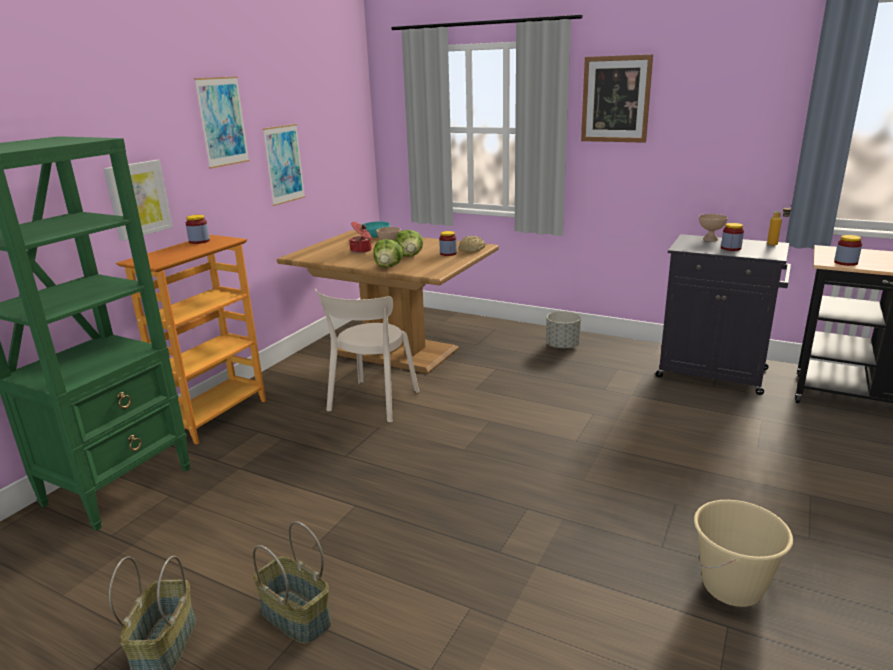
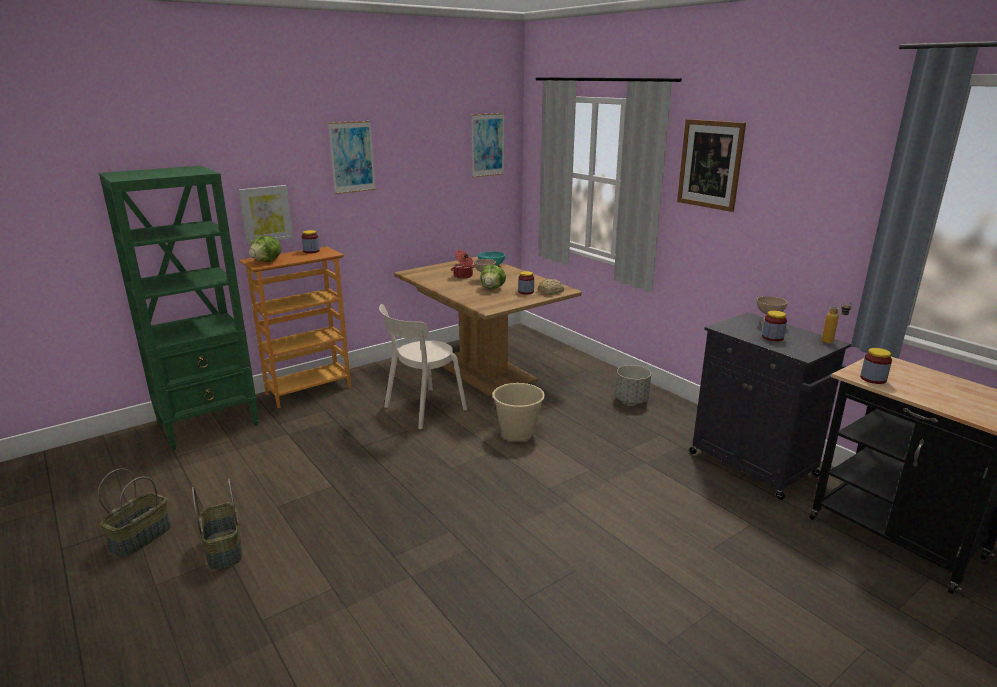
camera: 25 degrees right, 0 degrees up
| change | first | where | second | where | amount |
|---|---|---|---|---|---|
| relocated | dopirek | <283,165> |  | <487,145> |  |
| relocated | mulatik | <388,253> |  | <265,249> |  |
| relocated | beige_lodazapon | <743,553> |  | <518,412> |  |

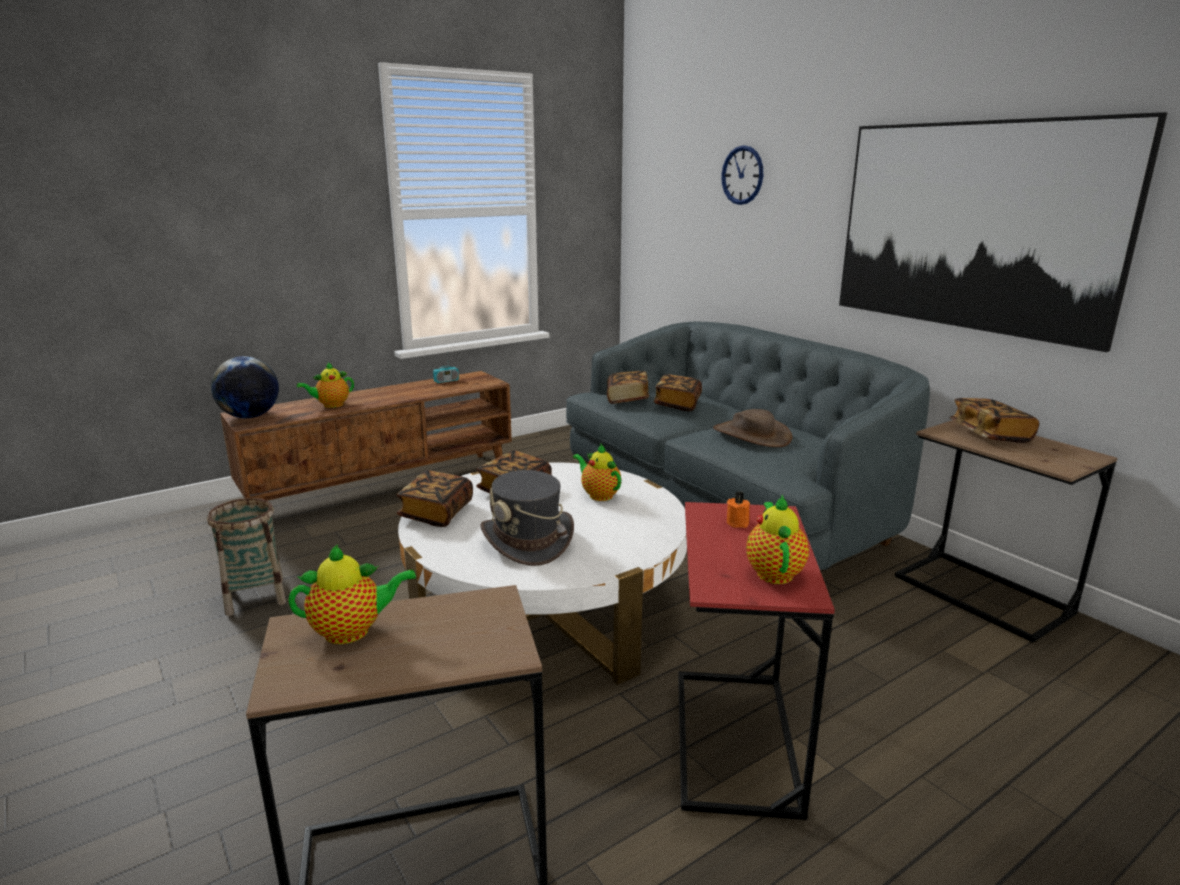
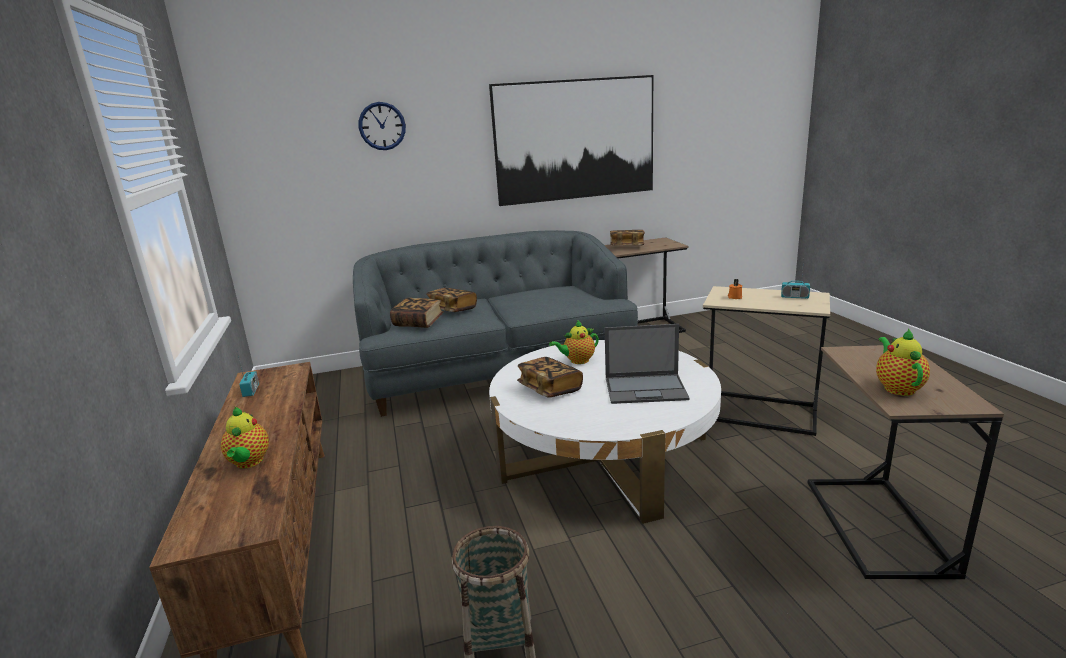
camera: 70 degrees left, 0 degrees up
| change | first | where | second | where | amount |
|---|---|---|---|---|---|
| missing | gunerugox | <245,387> |  |  |  |
| missing | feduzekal | <435,498> |  |  |  |
| exchanged | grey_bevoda | <527,518> | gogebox | <647,364> |  |
| colour | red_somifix | <756,661> | beige_somifix | <766,361> |  |
| missing | brown_bevoda | <752,428> |  |  |  |
| exchanged | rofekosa | <777,539> | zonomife | <795,279> |  |

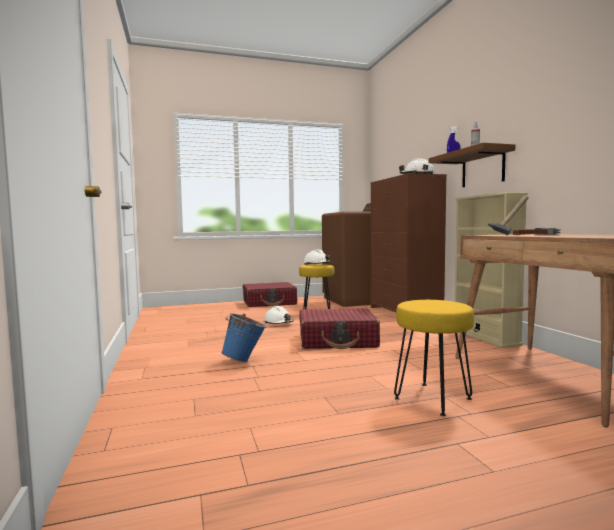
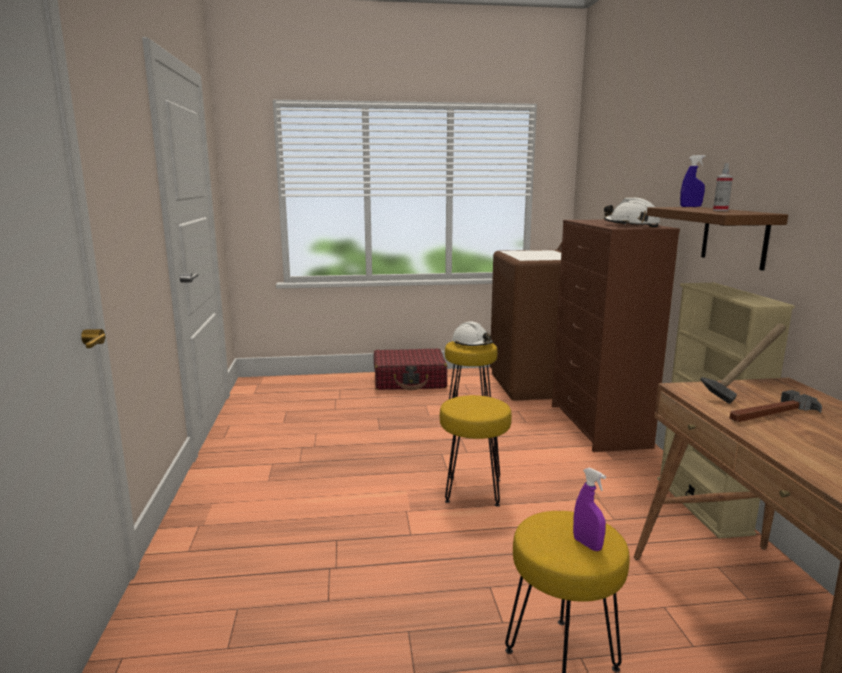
camera: 10 degrees right, 10 degrees up
| change | first | where | second | where | amount |
|---|---|---|---|---|---|
| missing | blue_lodazapon | <244,337> |  |  |  |
| missing | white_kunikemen | <278,315> |  |  |  |
| exchanged | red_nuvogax | <339,328> | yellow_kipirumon | <476,451> |  |
| appeared |  |  | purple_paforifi | <589,509> |  |

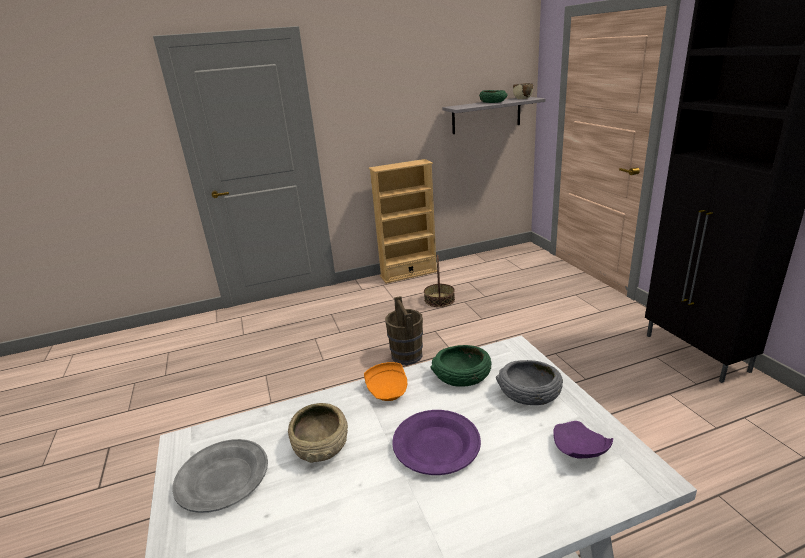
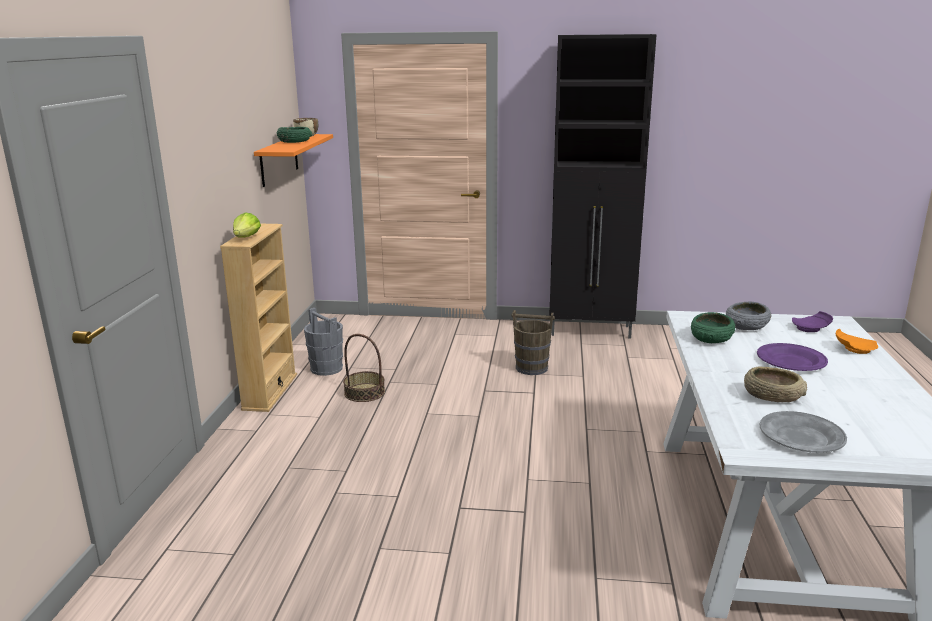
camera: 65 degrees left, 5 degrees down
| change | first | where | second | where | amount |
|---|---|---|---|---|---|
| relocated | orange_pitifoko | <385,381> |  | <857,341> |  |
| relocated | brown_lodazapon | <404,330> |  | <533,342> |  |
| colour | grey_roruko | <493,115> | orange_roruko | <293,160> |  |
| appeared |  |  | mulatik | <247,225> |  |
| appeared |  |  | grey_lodazapon | <323,342> |  |

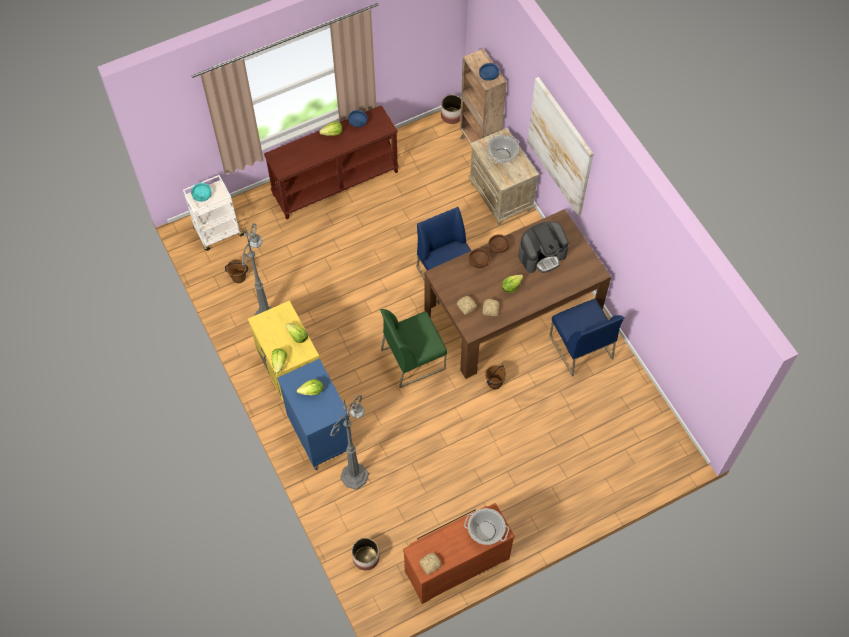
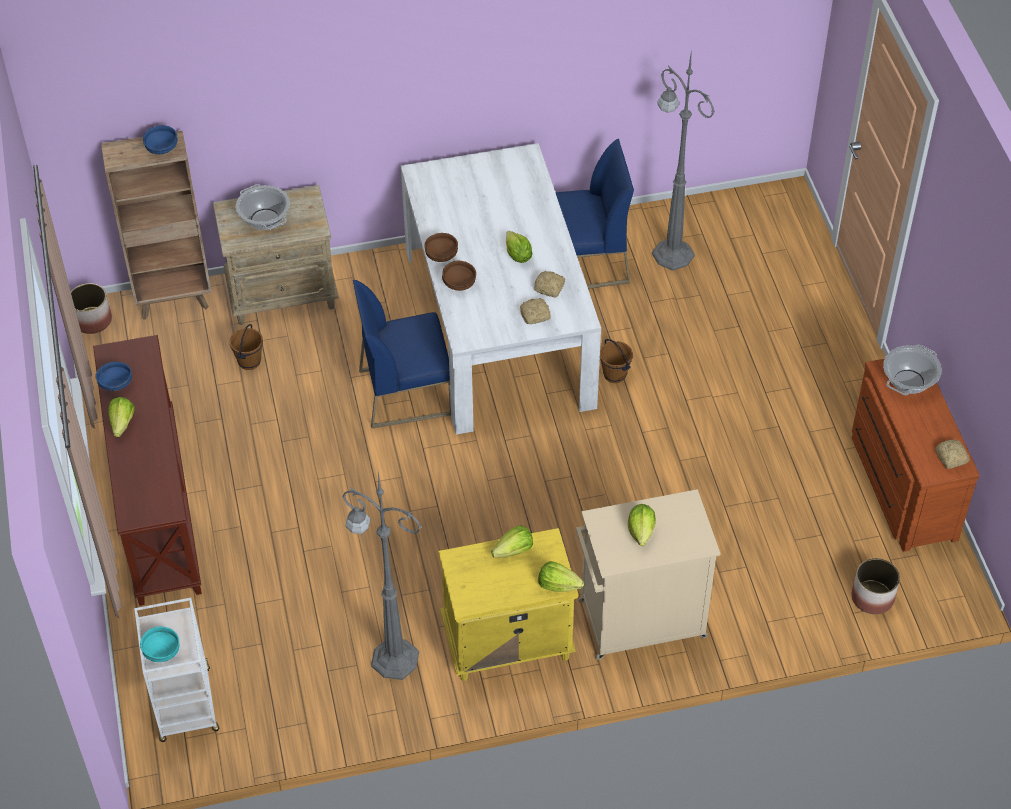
camera: 75 degrees left, 10 degrees down
| change | first | where | second | where | amount |
|---|---|---|---|---|---|
| relocated | brown_lodazapon | <236,271> |  | <246,347> |  |
| colour | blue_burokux | <314,414> | beige_burokux | <648,574> |  |
| relocated | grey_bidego | <349,442> |  | <683,159> |  |
| missing | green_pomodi | <413,348> |  |  |  |
| colour | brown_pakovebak | <517,294> | white_pakovebak | <501,289> |  |
| missing | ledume | <543,247> |  |  |  |
| missing | dopirek | <560,146> |  |  |  |

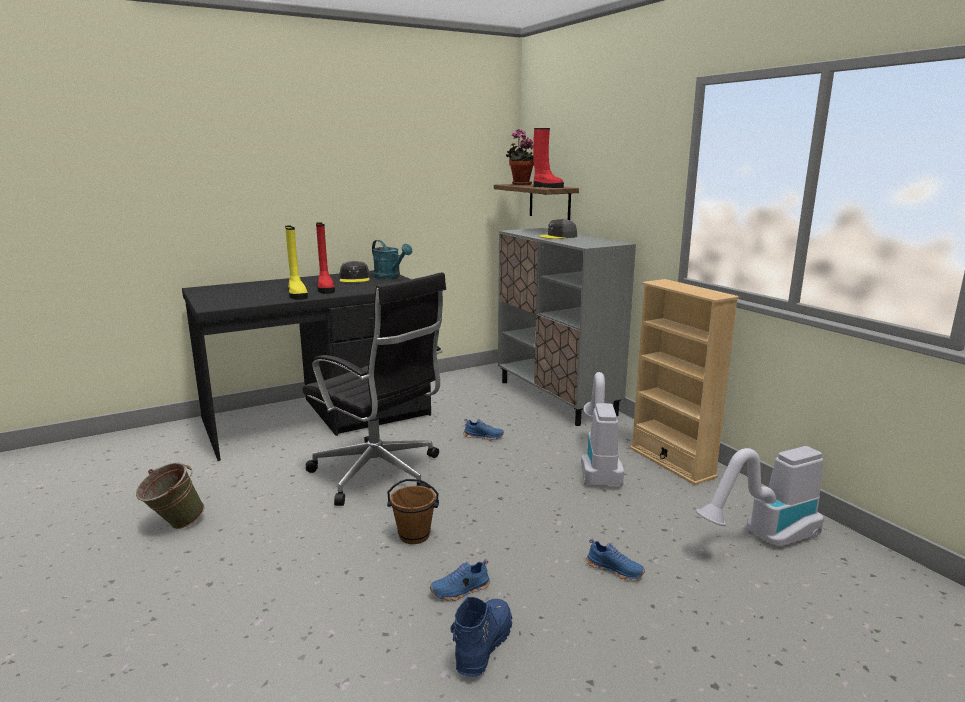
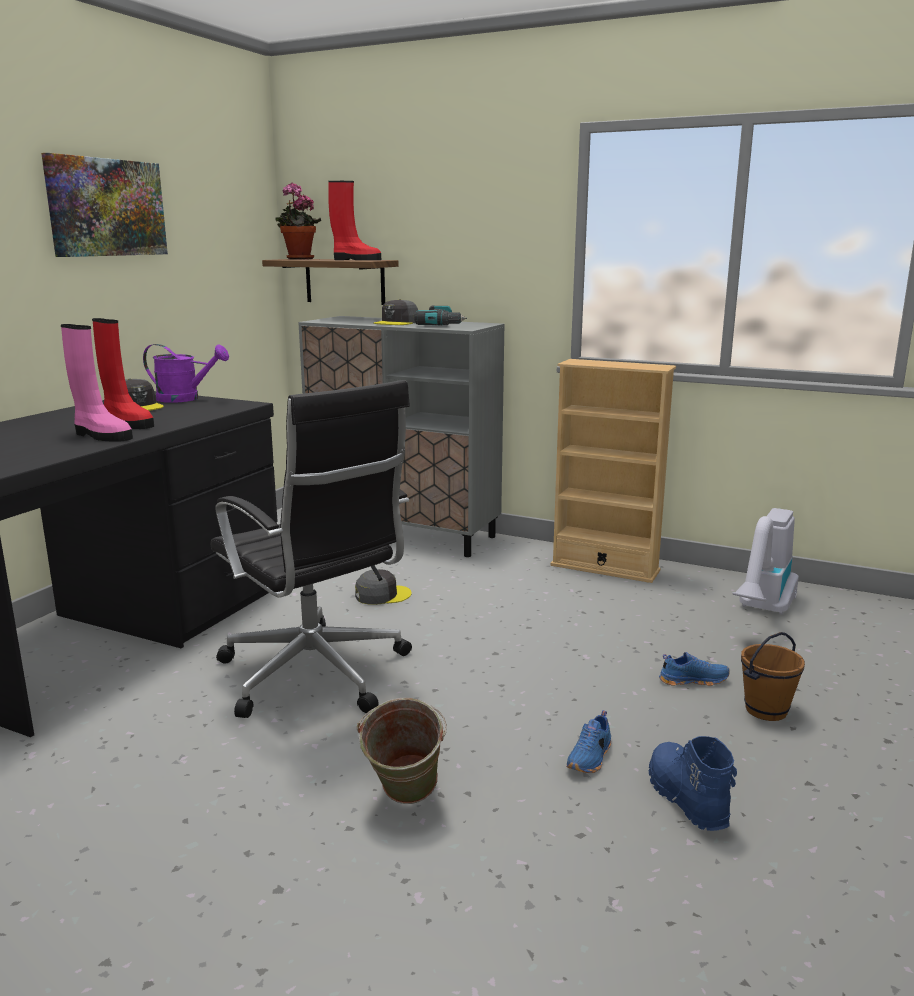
camera: 35 degrees left, 0 degrees up
| change | first | where | second | where | amount |
|---|---|---|---|---|---|
| relocated | green_lodazapon | <170,495> |  | <402,751> |  |
| colour | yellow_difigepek | <296,262> | pink_difigepek | <97,383> |  |
| spun | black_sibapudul | <374,389> |  | <311,549> | 45 degrees clockwise |
| colour | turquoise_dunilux | <392,259> | purple_dunilux | <186,373> |  |
| relocated | brown_lodazapon | <413,511> |  | <773,676> |  |
| exchanged | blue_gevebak | <483,429> | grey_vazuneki | <383,587> |  |
| missing | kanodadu | <602,429> |  |  |  |
| appeared |  |  | dopirek | <104,205> |  |
| appeared |  |  | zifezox | <440,315> |  |

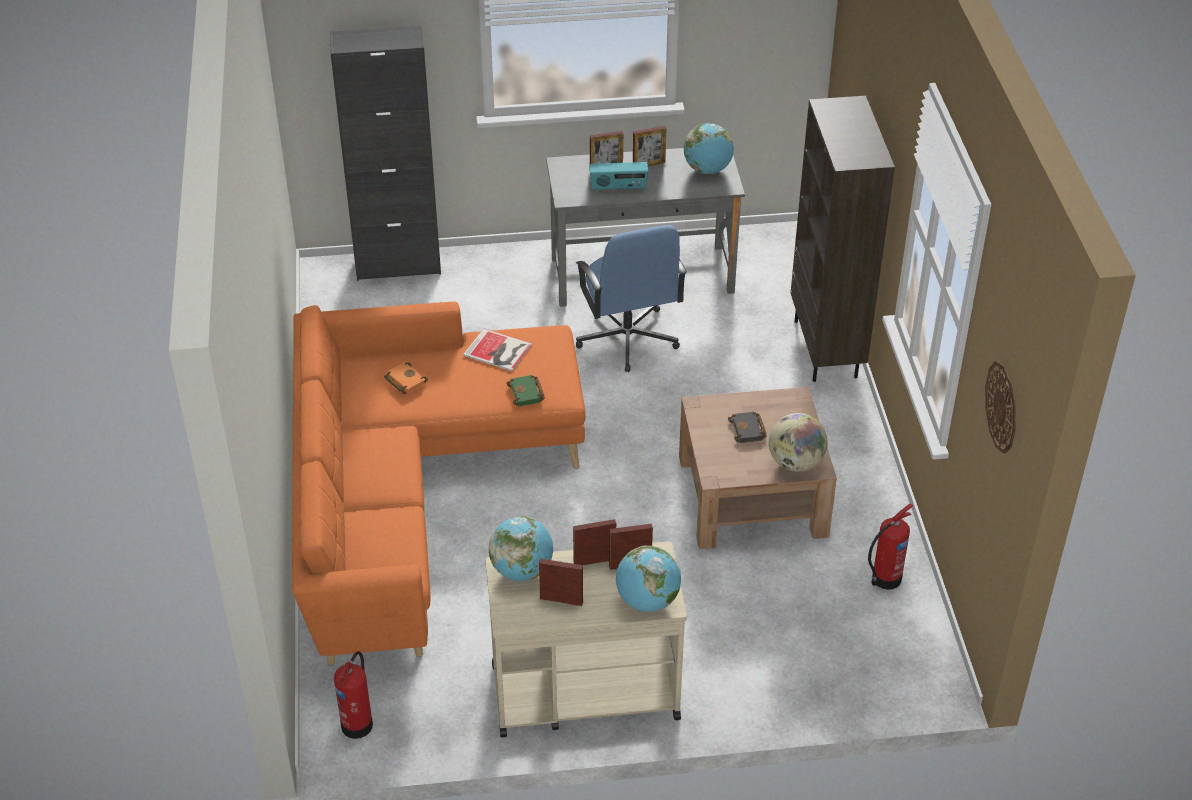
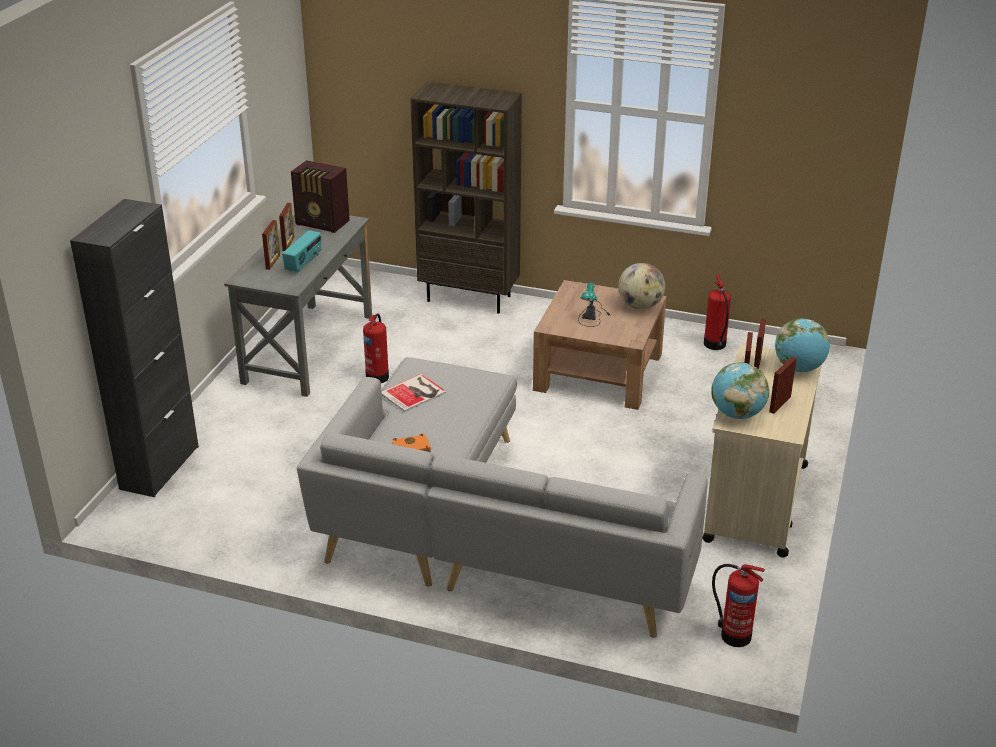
camera: 65 degrees left, 10 degrees down
| change | first | where | second | where | amount |
|---|---|---|---|---|---|
| colour | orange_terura | <439,483> | grey_terura | <502,497> |  |
| missing | green_feduzekal | <526,390> |  |  |  |
| exchanged | blue_sibapudul | <631,298> | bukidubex | <376,348> |  |
| exchanged | gunerugox | <709,148> | zonomife | <320,196> |  |
| exchanged | black_feduzekal | <747,427> | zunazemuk | <594,304> |  |
| missing | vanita | <1000,407> |  |  |  |

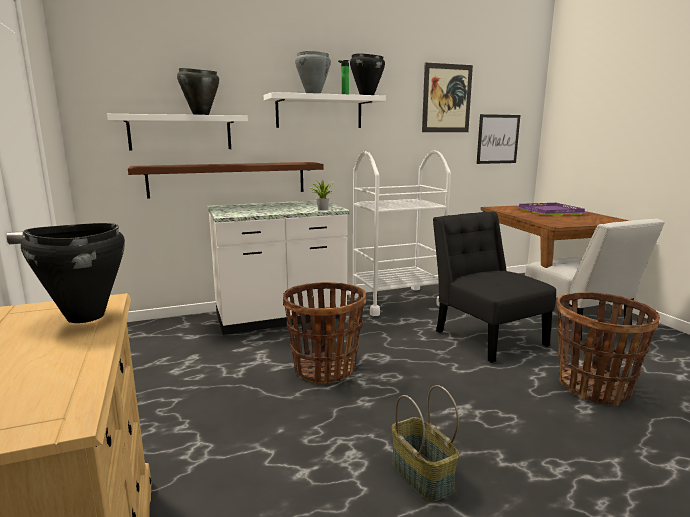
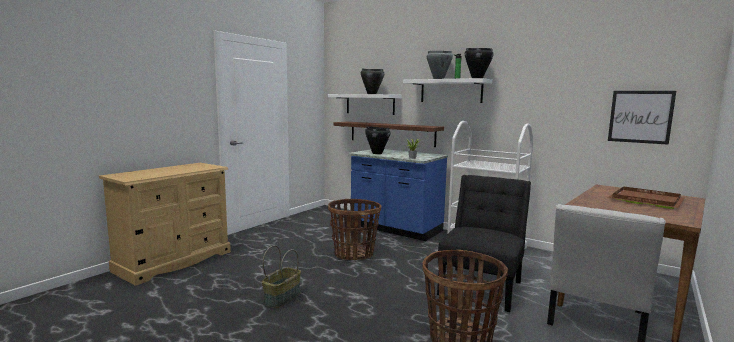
camera: 55 degrees right, 5 degrees down
| change | first | where | second | where | amount |
|---|---|---|---|---|---|
| relocated | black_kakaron | <73,273> |  | <378,140> |  |
| colour | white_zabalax | <278,267> | blue_zabalax | <398,195> |  |
| missing | dopirek | <447,97> |  |  |  |
| colour | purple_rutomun | <553,209> | brown_rutomun | <646,197> |  |

